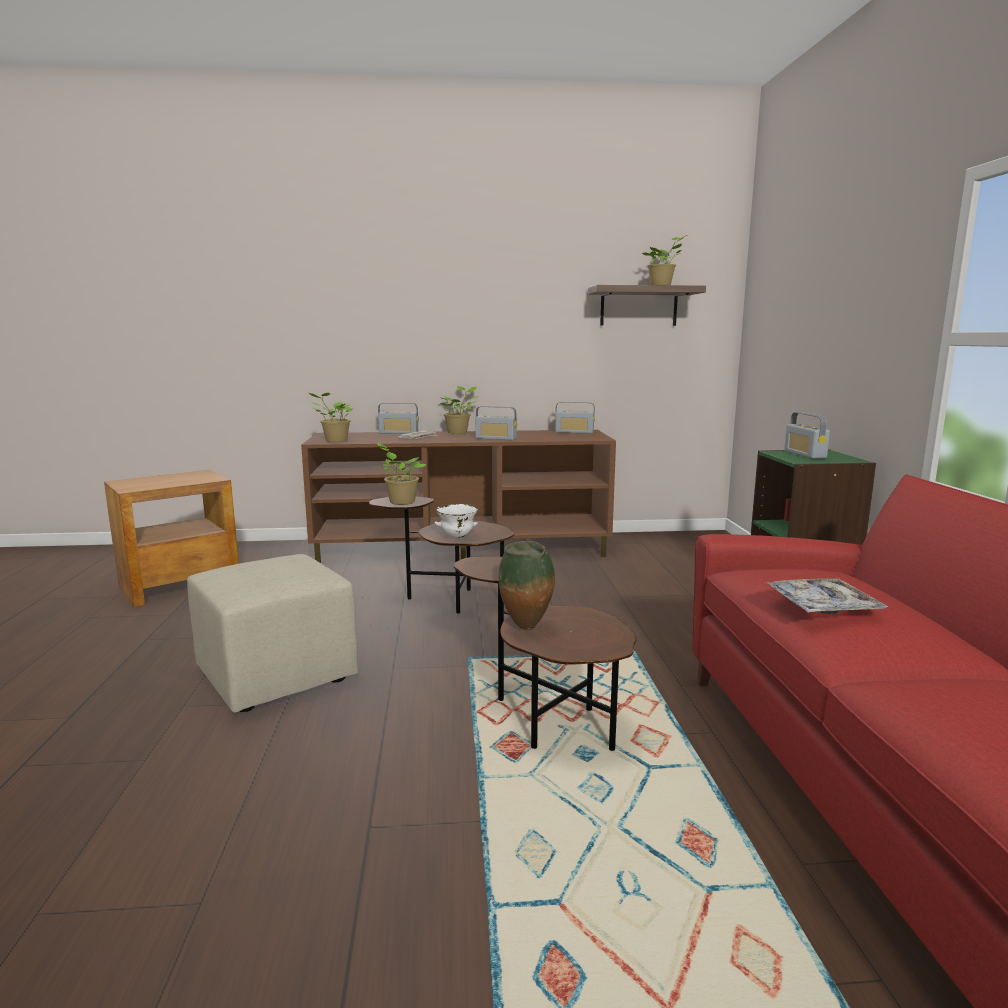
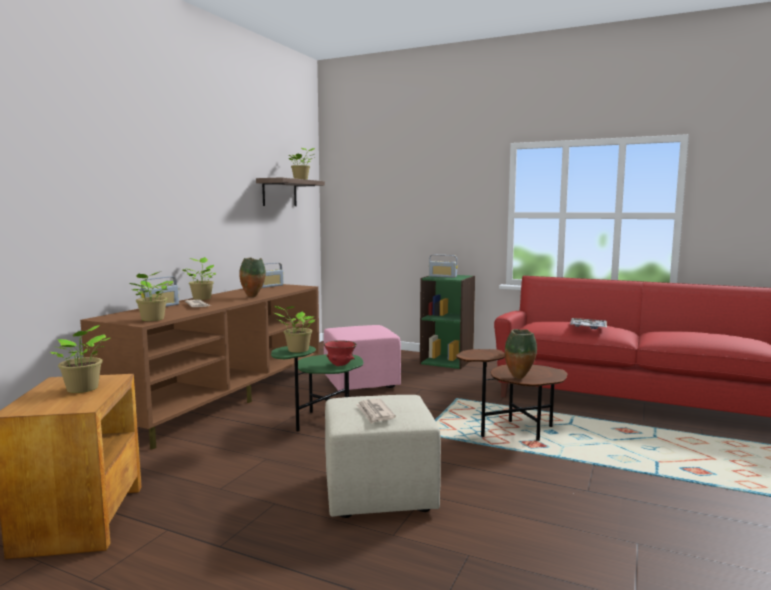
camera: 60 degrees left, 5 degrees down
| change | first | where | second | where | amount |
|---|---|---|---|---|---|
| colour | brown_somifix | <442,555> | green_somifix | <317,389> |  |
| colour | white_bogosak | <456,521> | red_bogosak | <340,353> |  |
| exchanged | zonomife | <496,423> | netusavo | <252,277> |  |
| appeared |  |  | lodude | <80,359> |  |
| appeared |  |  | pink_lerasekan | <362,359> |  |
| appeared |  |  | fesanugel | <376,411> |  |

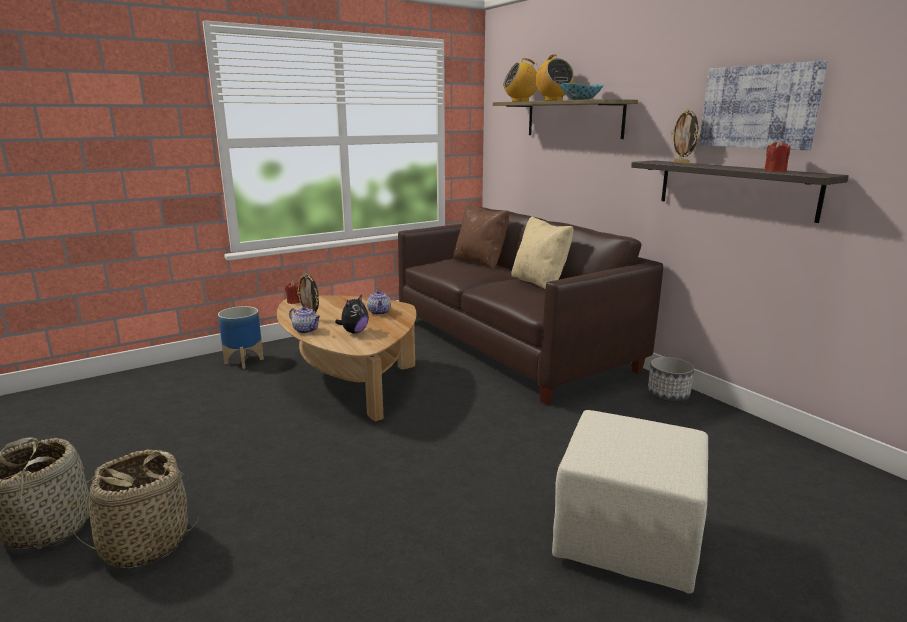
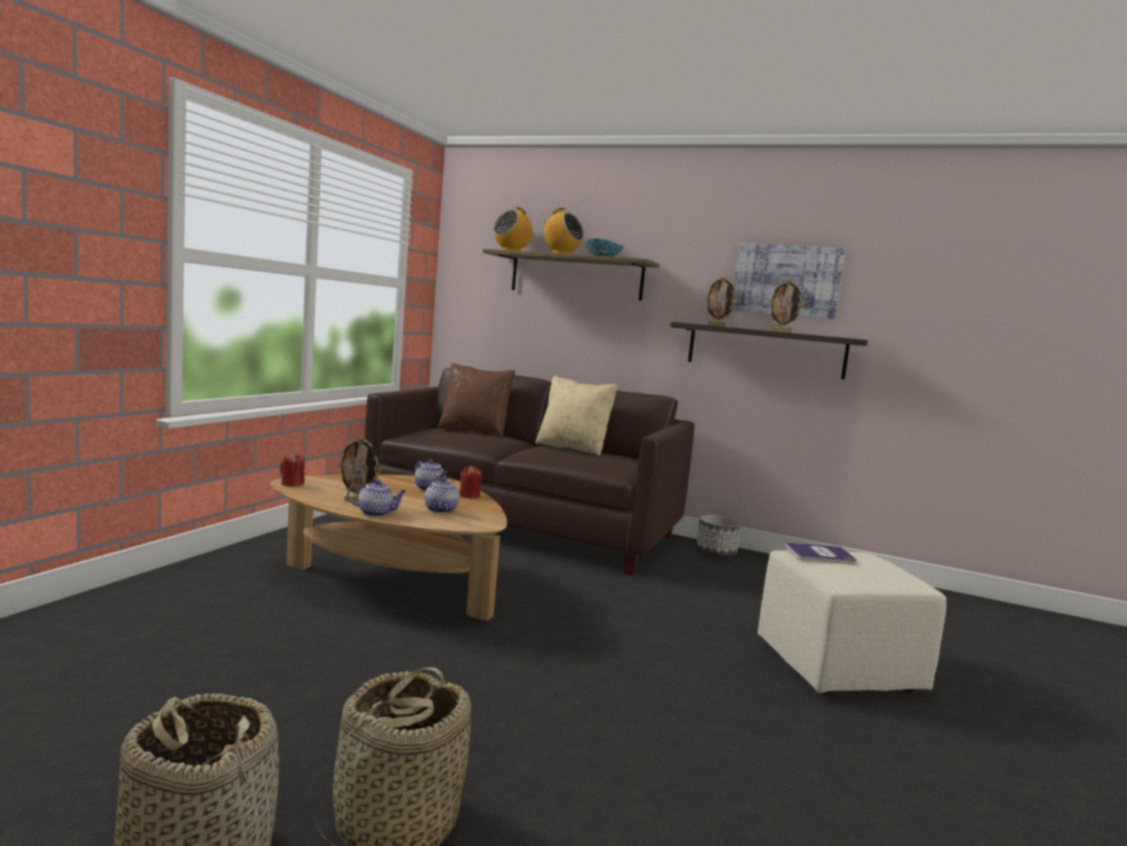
camera: 35 degrees left, 10 degrees down
| change | first | where | second | where | amount |
|---|---|---|---|---|---|
| missing | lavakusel | <241,337> |  |  |  |
| exchanged | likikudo | <352,314> | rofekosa | <441,495> |  |
| relocated | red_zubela | <777,156> |  | <471,482> |  |
| appeared |  |  | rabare | <785,305> |  |
| appeared |  |  | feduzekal | <820,553> |  |

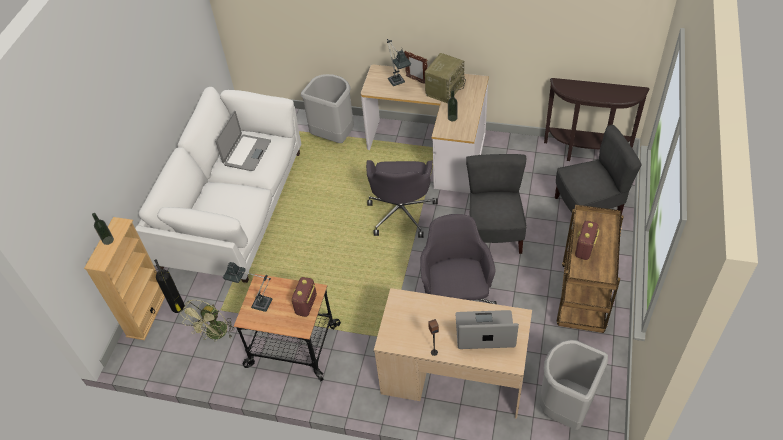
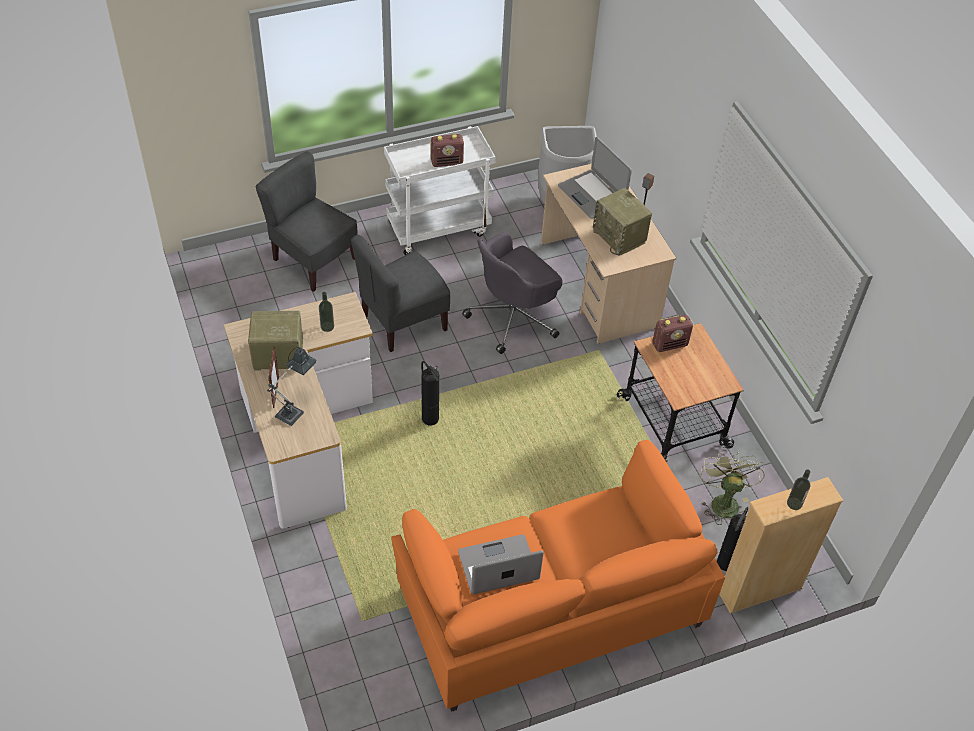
camera: 130 degrees left, 0 degrees up
| change | first | where | second | where | amount |
|---|---|---|---|---|---|
| colour | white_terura | <218,185> | orange_terura | <558,576> |  |
| spun | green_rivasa | <207,320> |  | <733,488> | 75 degrees counterclockwise |
| missing | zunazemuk | <247,287> |  |  |  |
| missing | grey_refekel | <327,108> |  |  |  |
| exchanged | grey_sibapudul | <402,199> | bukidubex | <430,393> |  |
| missing | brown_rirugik | <596,119> |  |  |  |
| colour | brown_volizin | <590,269> | white_volizin | <439,190> |  |
| appeared |  |  | zonomife | <622,222> |  |

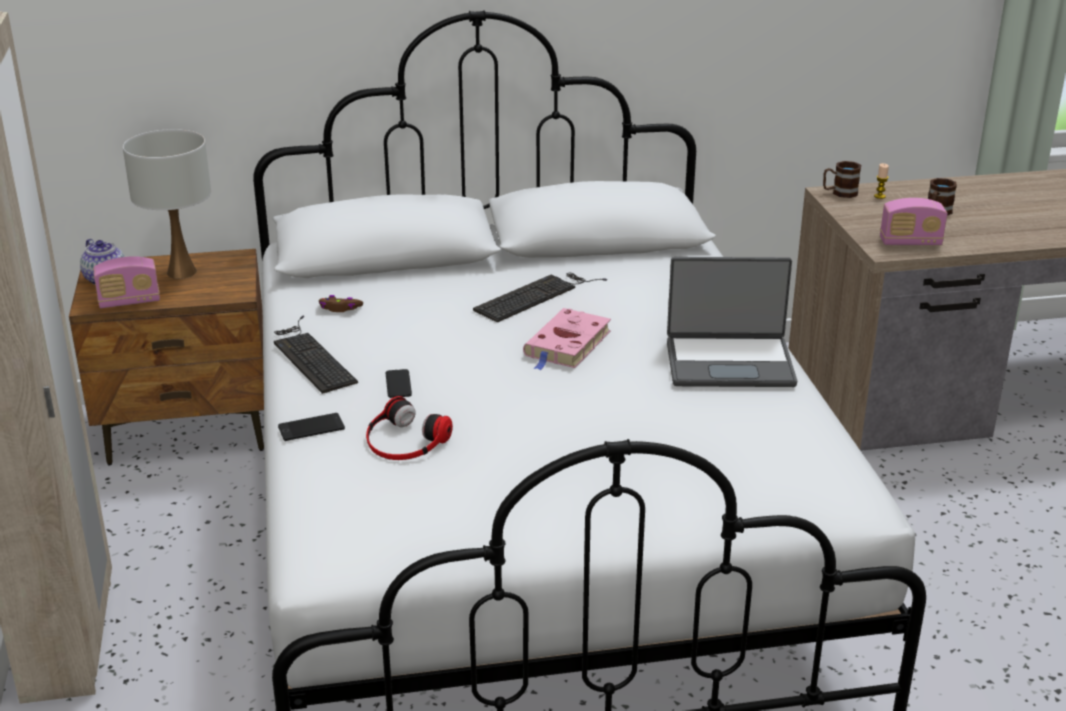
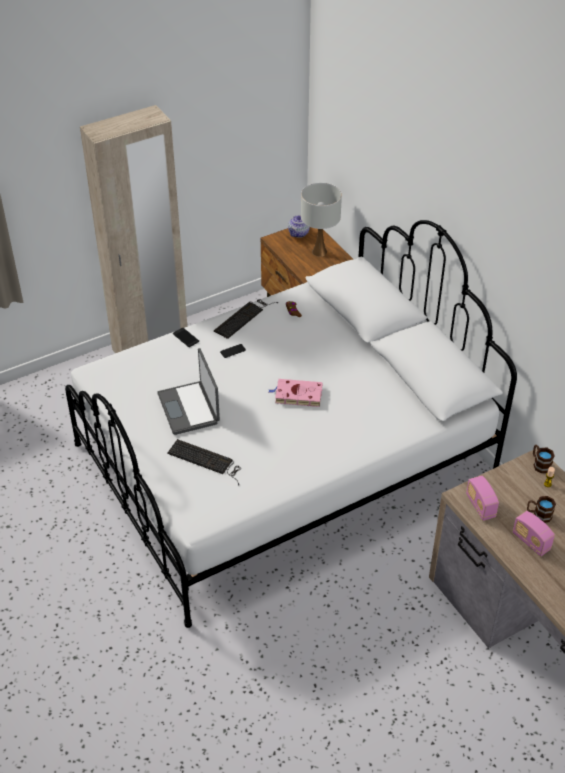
camera: 70 degrees right, 15 degrees up
| change | first | where | second | where | amount |
|---|---|---|---|---|---|
| relocated | zonomife | <126,282> |  | <534,534> |  |
| missing | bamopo | <409,428> |  |  |  |
| relocated | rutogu | <540,298> |  | <204,462> |  |
| relocated | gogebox | <732,322> |  | <188,391> |  |

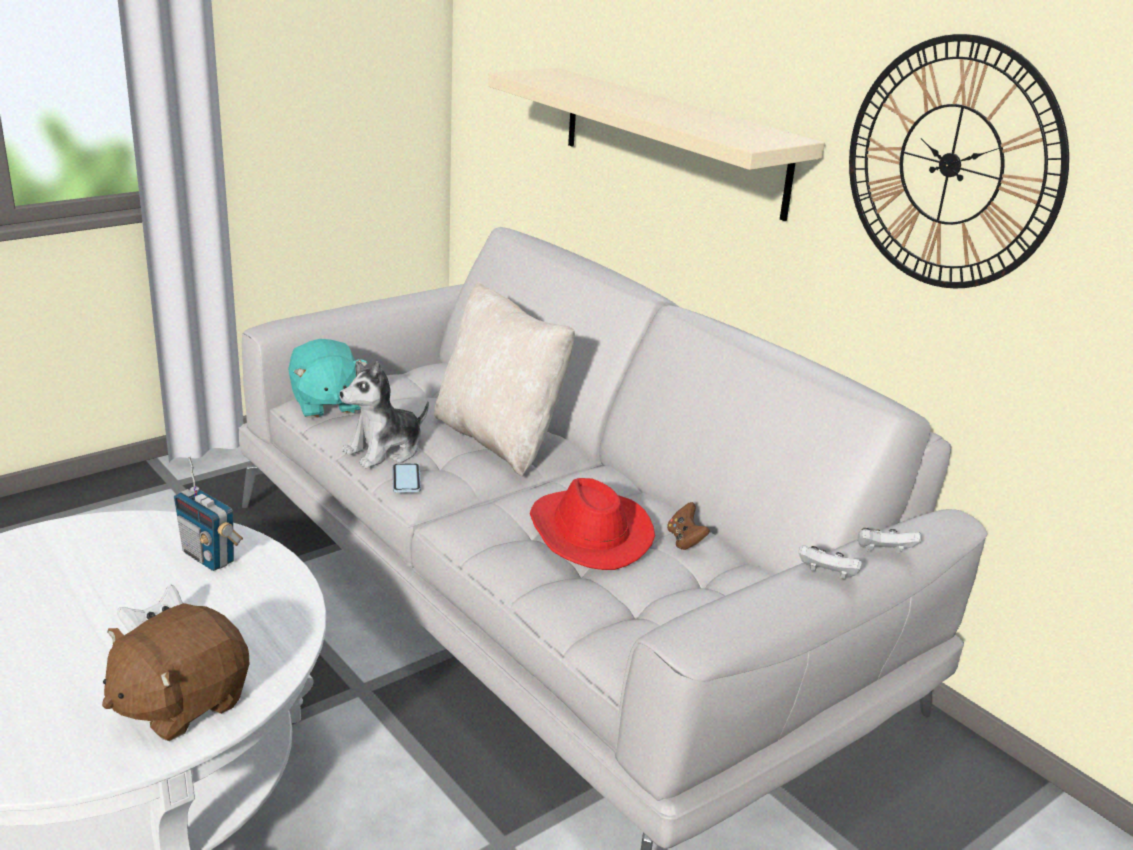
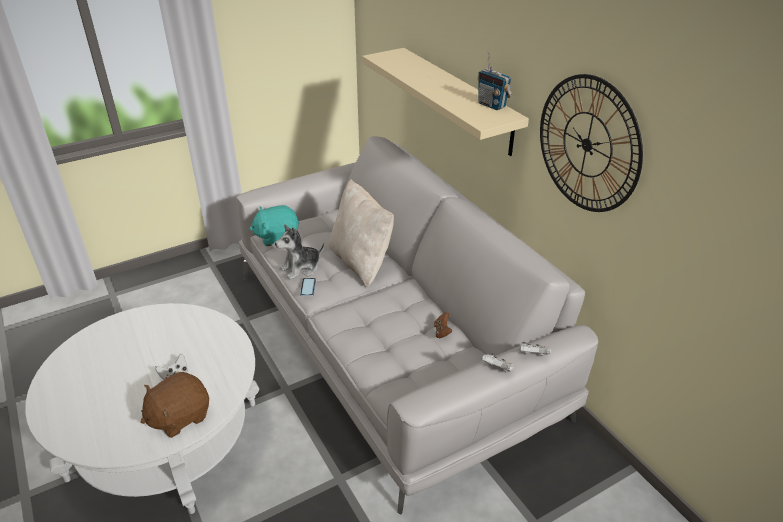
camera: 10 degrees right, 10 degrees up
| change | first | where | second | where | amount |
|---|---|---|---|---|---|
| relocated | zonomife | <208,514> |  | <495,81> |  |
| spun | turquoise_likikudo | <328,378> |  | <274,225> | 90 degrees clockwise |
| missing | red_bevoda | <592,524> |  |  |  |

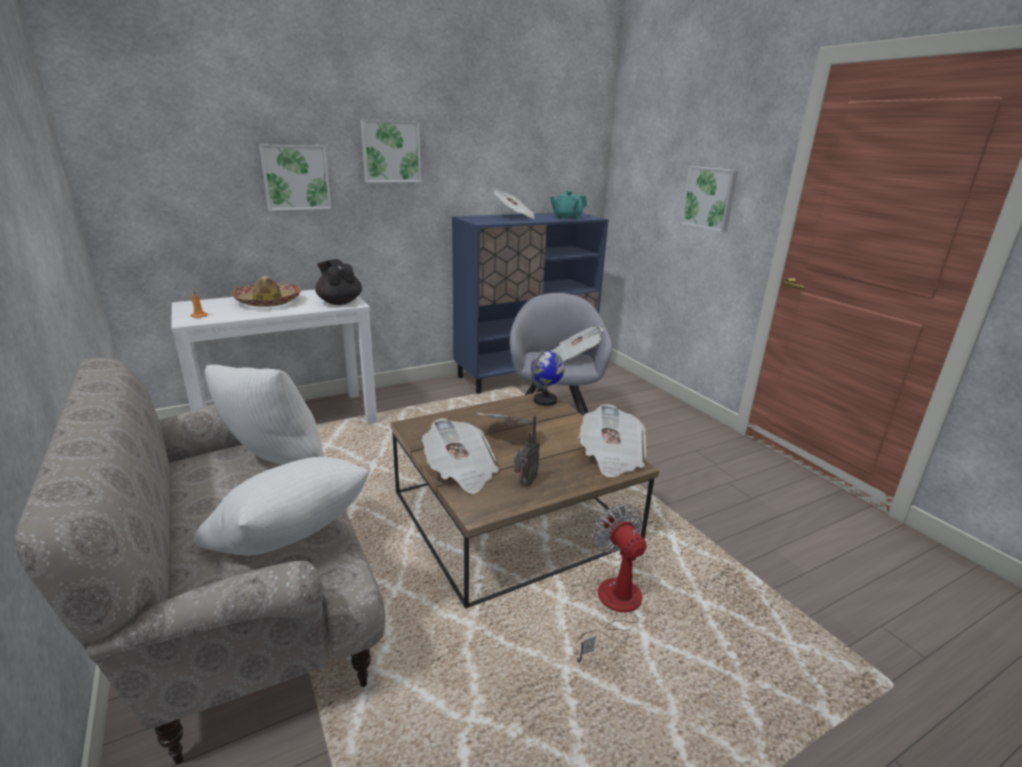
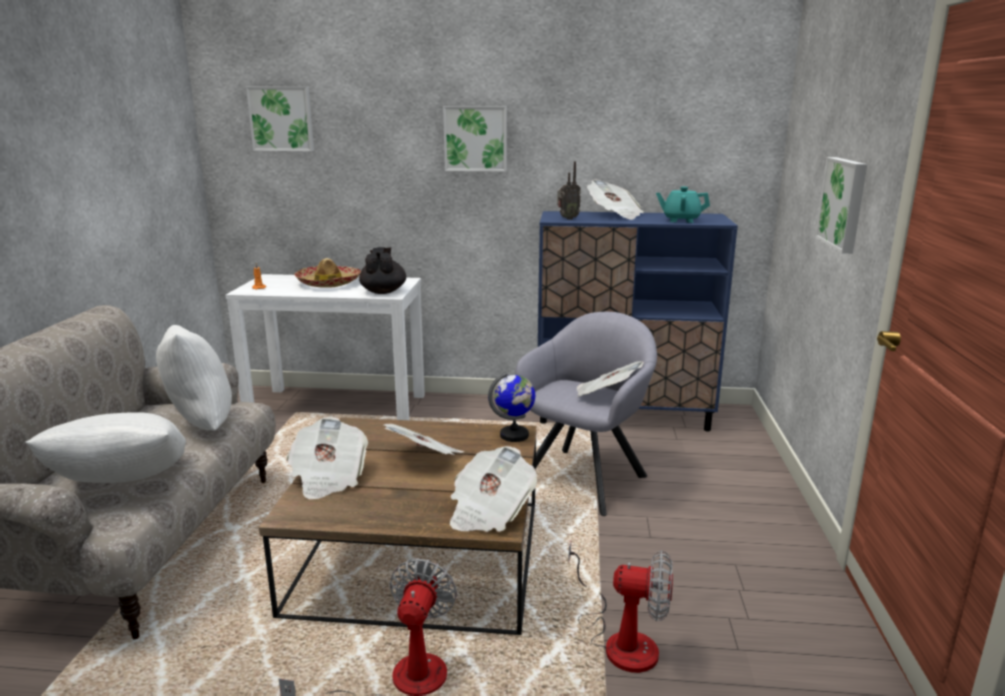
camera: 35 degrees right, 5 degrees down
| change | first | where | second | where | amount |
|---|---|---|---|---|---|
| relocated | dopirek | <295,177> |  | <280,119> |  |
| relocated | zonomife | <527,451> |  | <569,190> |  |
| appeared |  |  | rivasa | <620,607> |  |

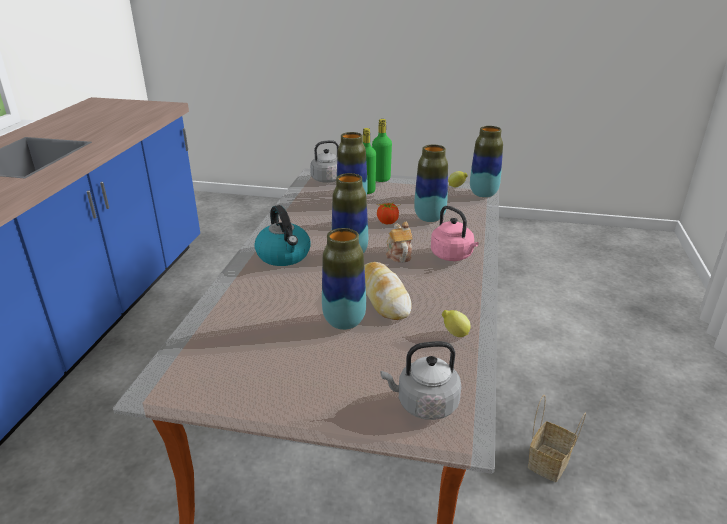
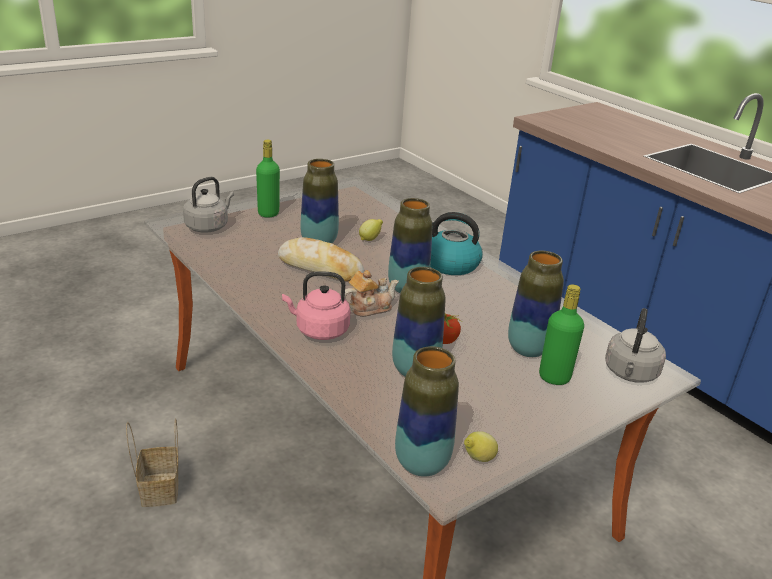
camera: 130 degrees right, 0 degrees up
| change | first | where | second | where | amount |
|---|---|---|---|---|---|
| relocated | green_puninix | <382,150> |  | <268,179> |  |
| spun | rofekosa | <399,242> |  | <371,293> | 60 degrees counterclockwise |
| relocated | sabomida | <456,323> |  | <371,230> |  |

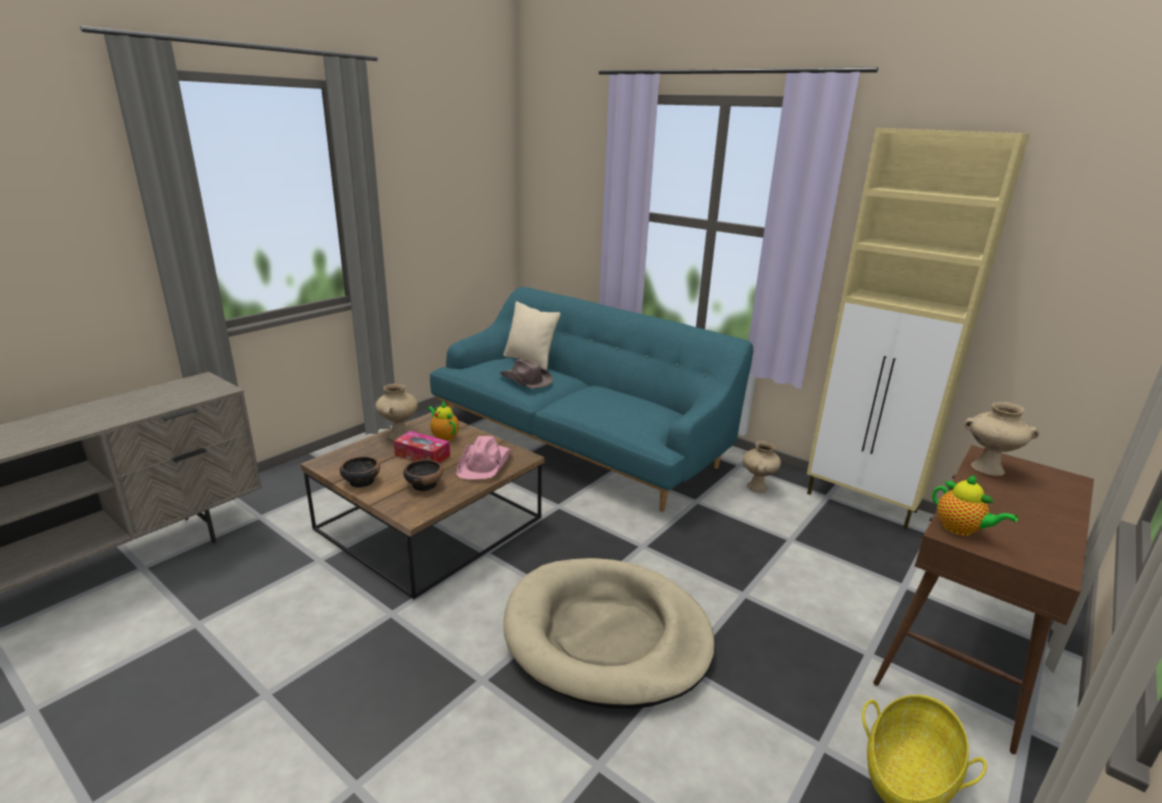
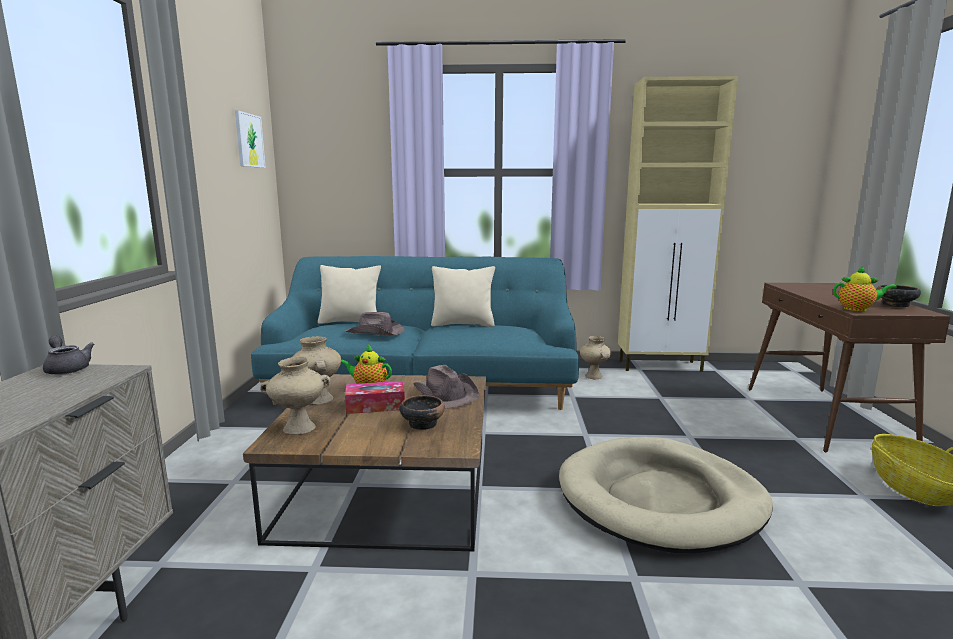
camera: 35 degrees left, 10 degrees down
| change | first | where | second | where | amount |
|---|---|---|---|---|---|
| relocated | bogosak | <360,472> |  | <898,296> |  |
| colour | pink_bevoda | <484,458> | brown_bevoda | <446,387> |  |
| relocated | beige_netusavo | <1001,439> |  | <295,395> |  |
| appeared |  |  | grey_rofekosa | <68,355> |  |
| appeared |  |  | dopirek | <250,139> |  |
| appeared |  |  | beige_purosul | <463,296> |  |

